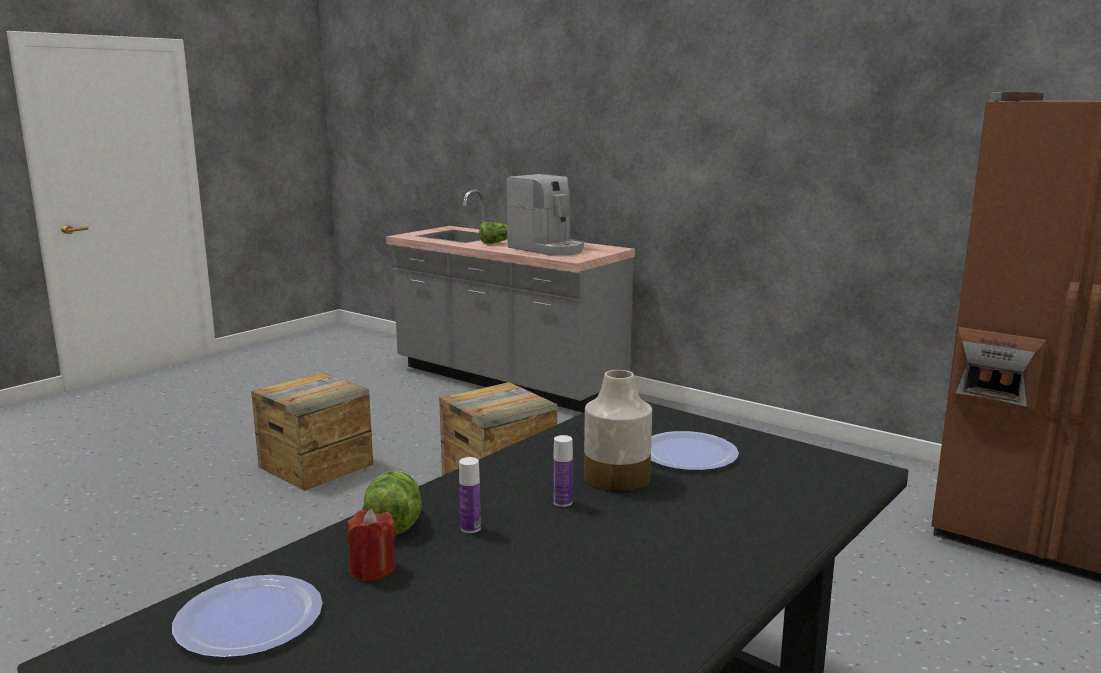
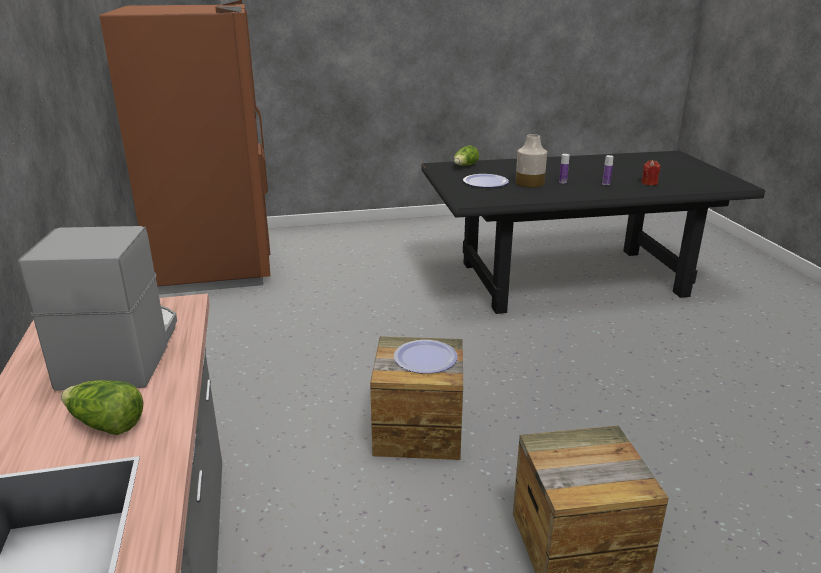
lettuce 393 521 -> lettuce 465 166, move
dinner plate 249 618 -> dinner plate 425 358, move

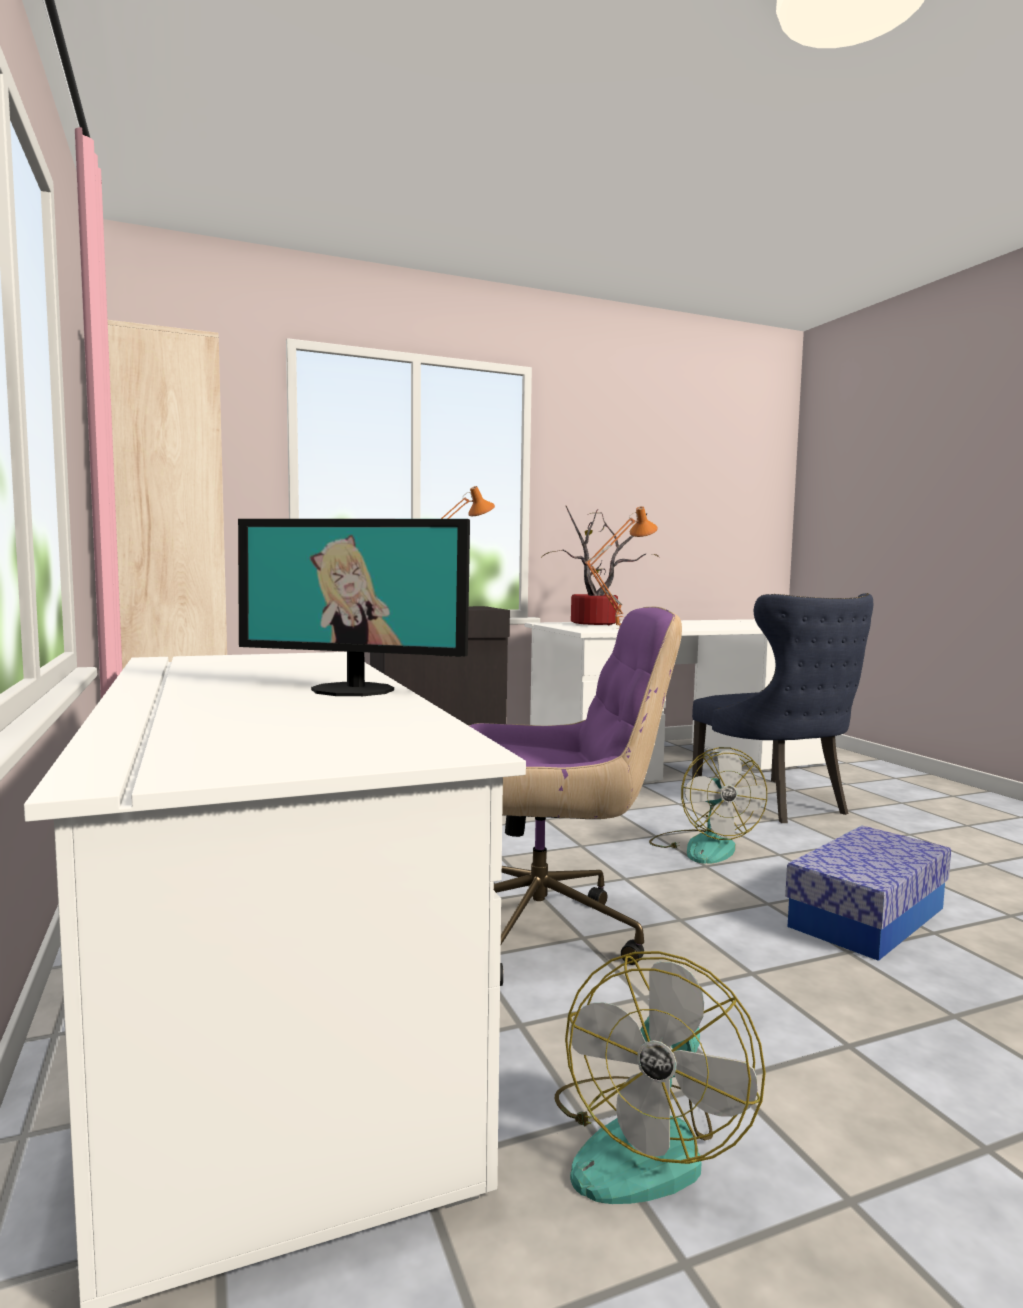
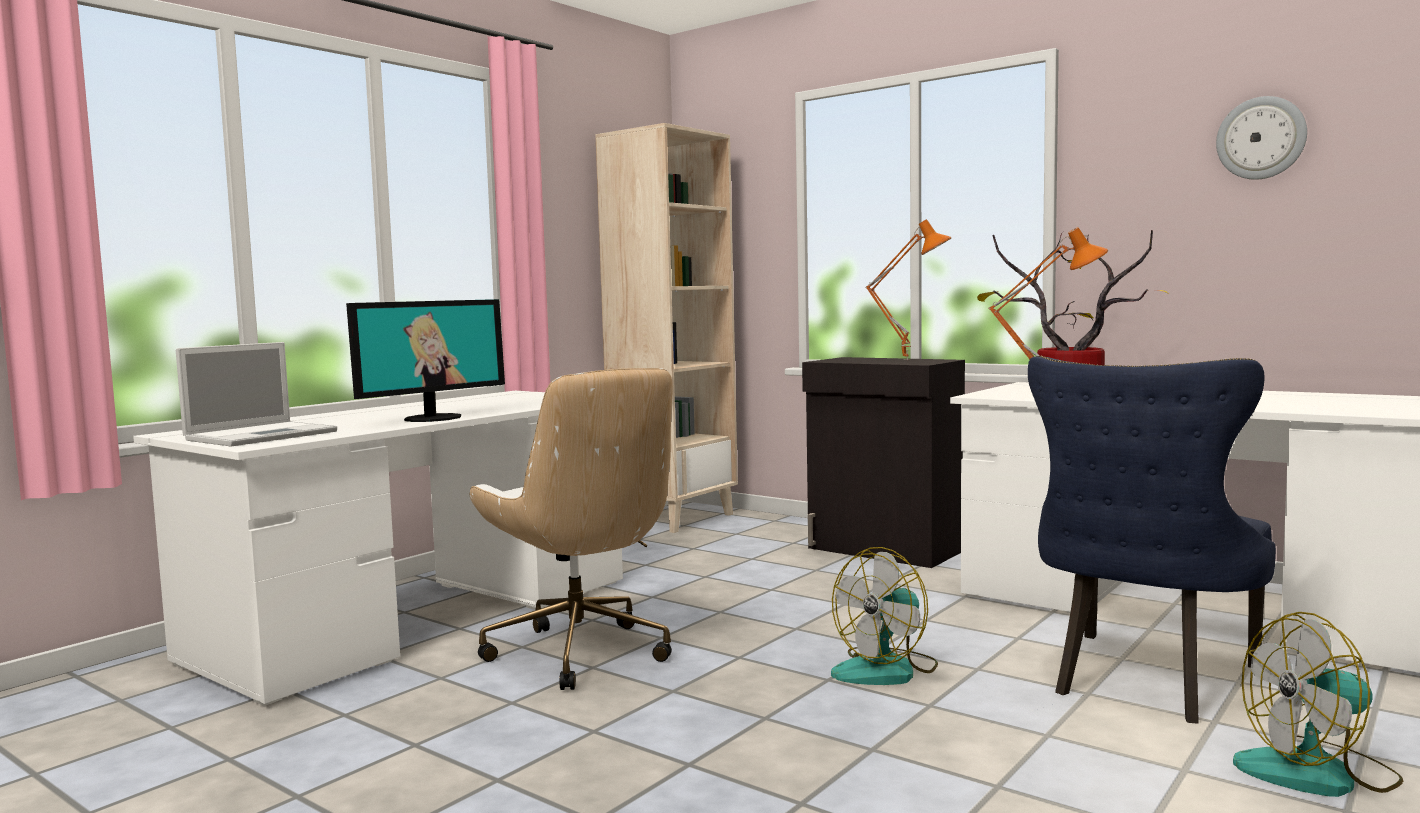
computer screen 354 689 -> computer screen 432 418, 120 degrees counterclockwise
purple desk chair 545 936 -> white desk chair 580 656
storage container 867 917 -> none
cooling fan 645 1142 -> cooling fan 1318 773, move
none -> wall clock 1261 138
none -> laptop 263 435

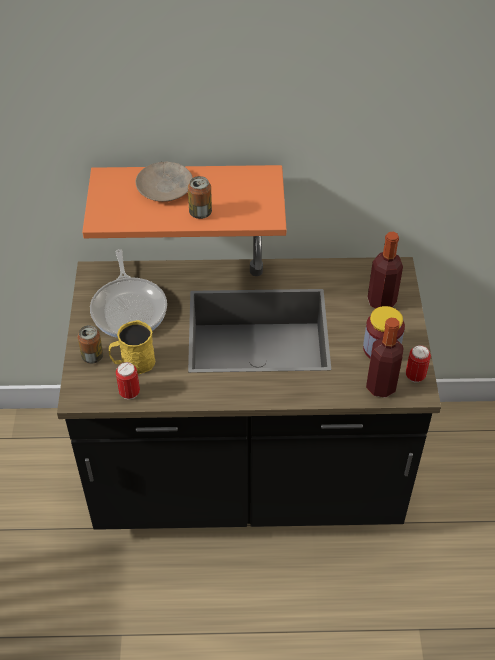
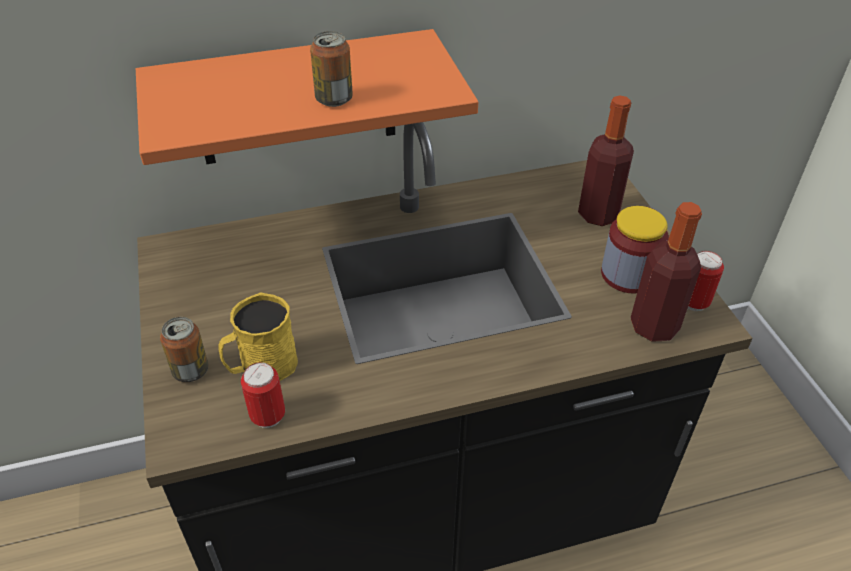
sand-coloured dinner plate 165 187 -> none
pan 129 308 -> none

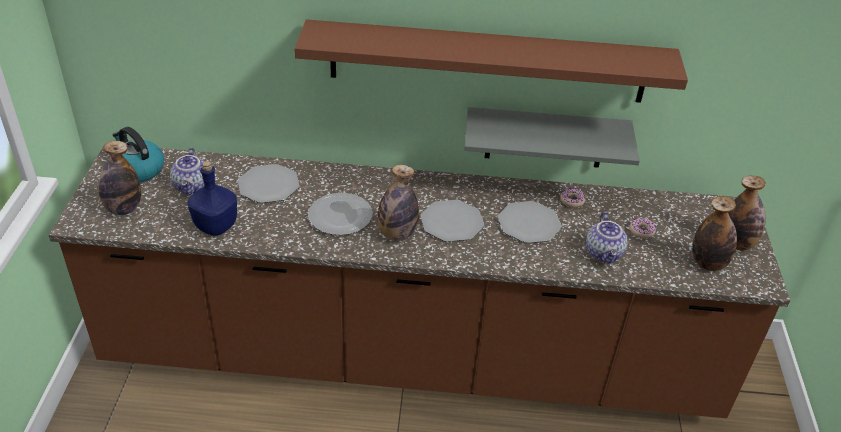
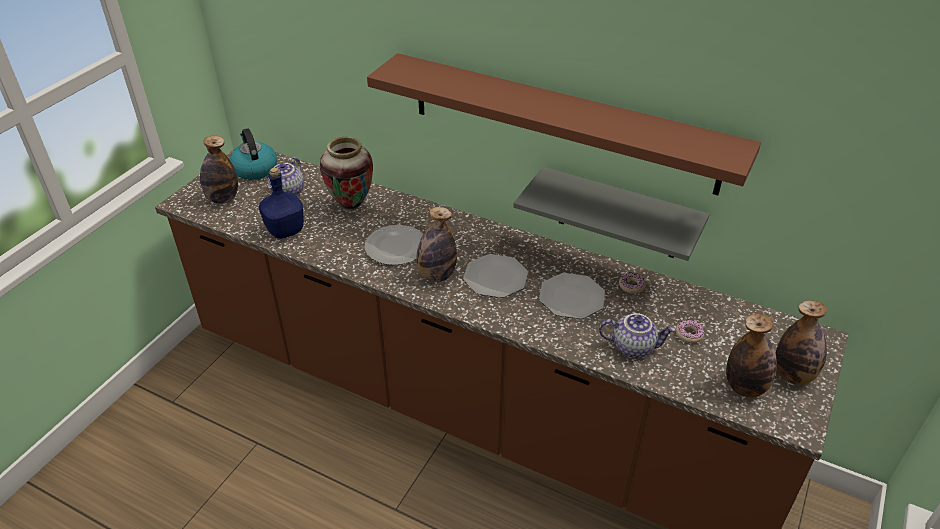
dinner plate 268 185 -> vase 351 205
teapot 604 253 -> teapot 633 346, 105 degrees counterclockwise

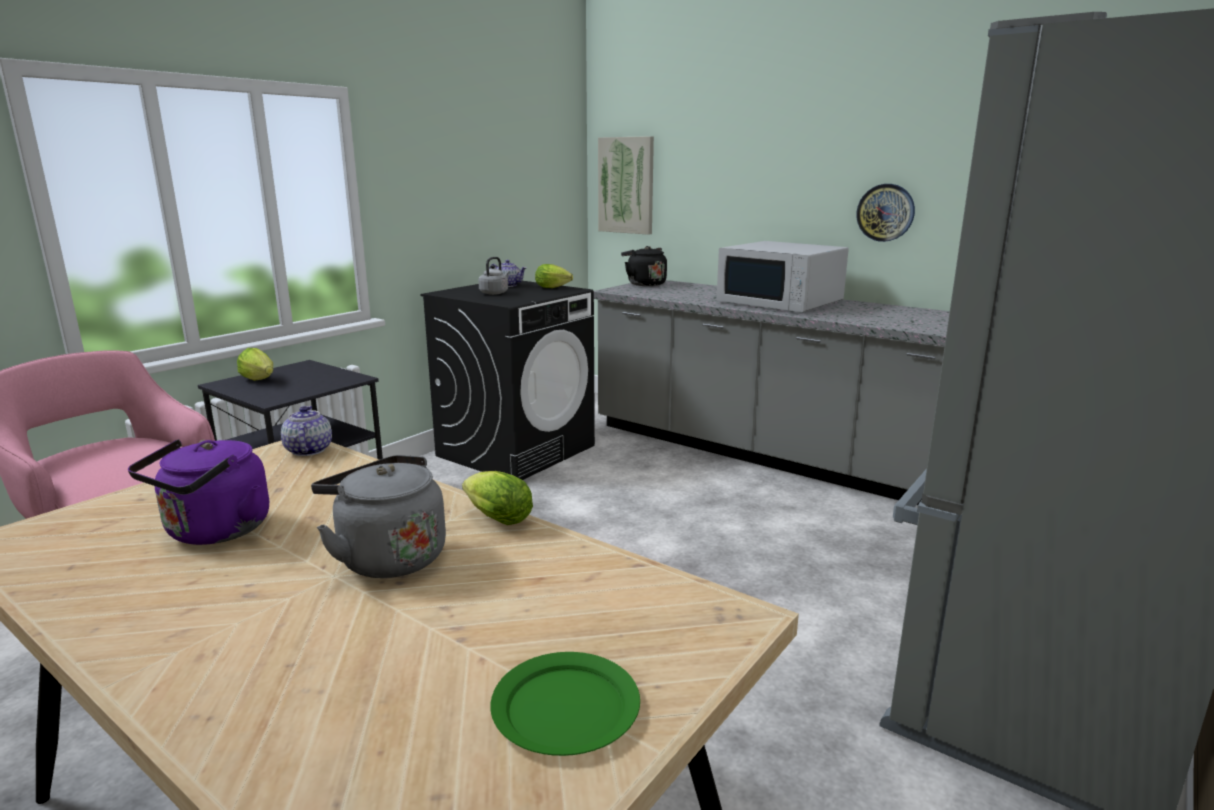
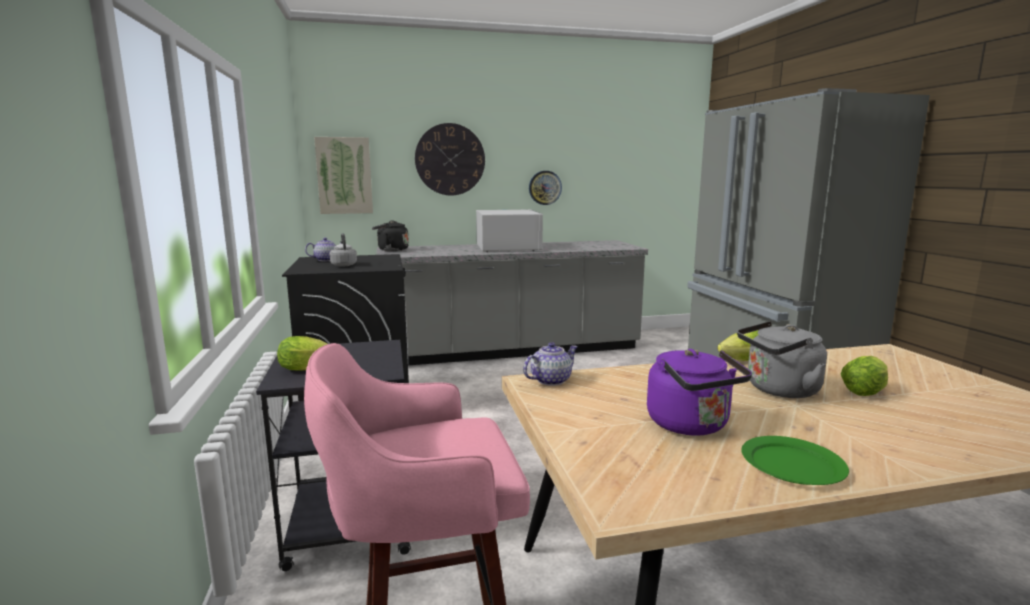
white microwave oven 781 302 -> white microwave oven 508 247, 90 degrees counterclockwise
lettuce 554 288 -> lettuce 865 391, move
teapot 308 450 -> teapot 550 380, 120 degrees clockwise
green dinner plate 564 708 -> green dinner plate 792 465, move
none -> wall clock 450 159

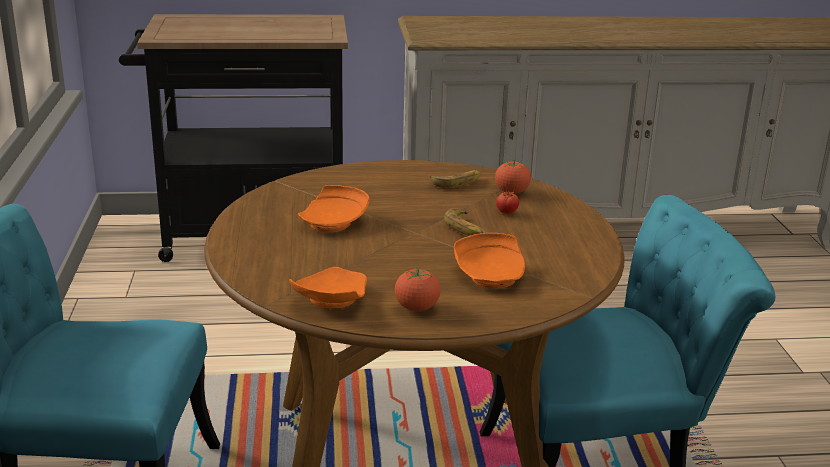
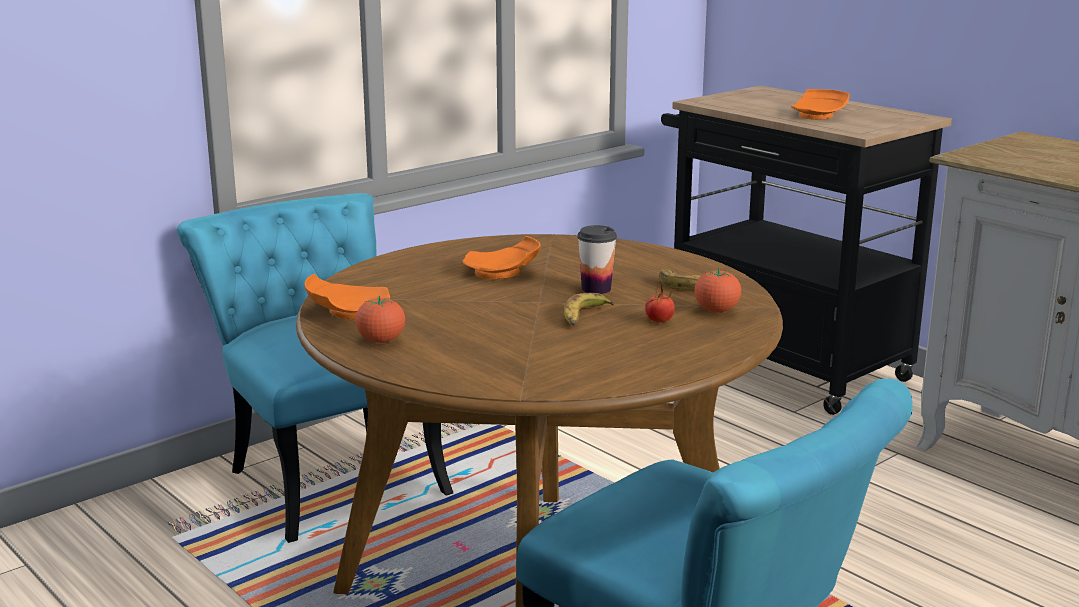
orange dinner plate 491 275 -> orange dinner plate 818 116, move
none -> drinking cup 596 289

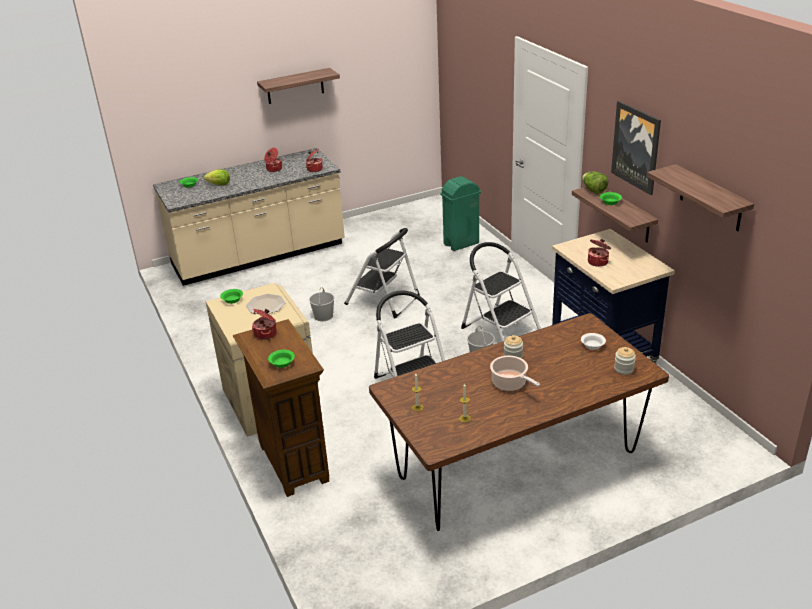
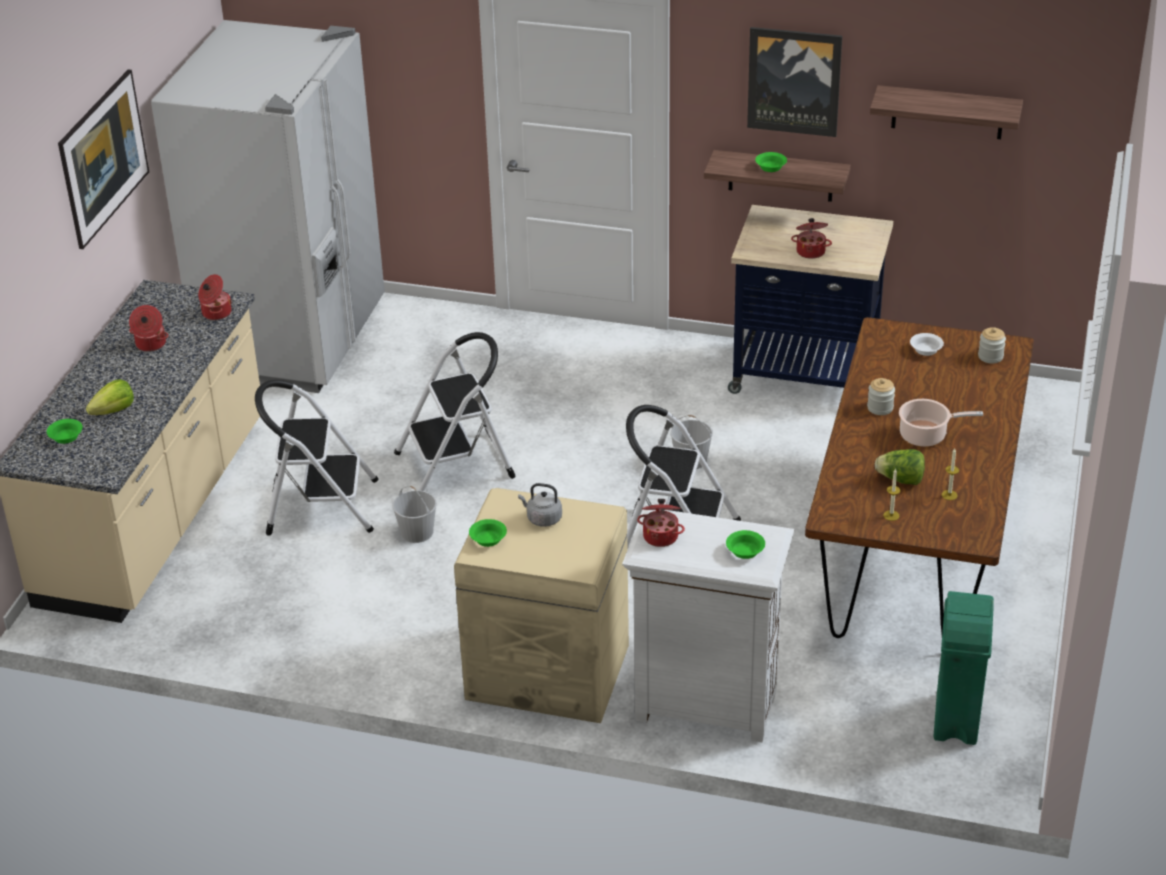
shelf 295 86 -> picture 108 183
lettuce 593 190 -> lettuce 900 480, move
green trash can 460 243 -> green trash can 955 719, move
step stool 499 329 -> step stool 318 507, move
dinner plate 265 305 -> grey water kettle 542 518
brownish storage cabinet 292 463 -> white storage cabinet 703 709
none -> white fridge 295 337

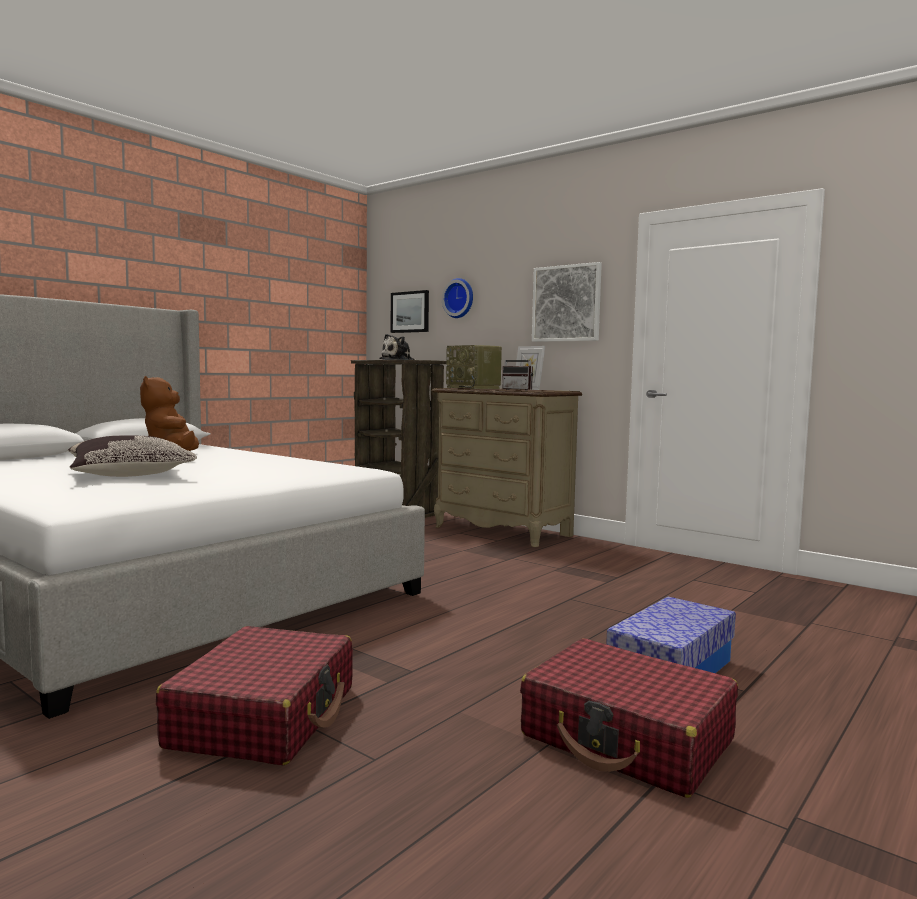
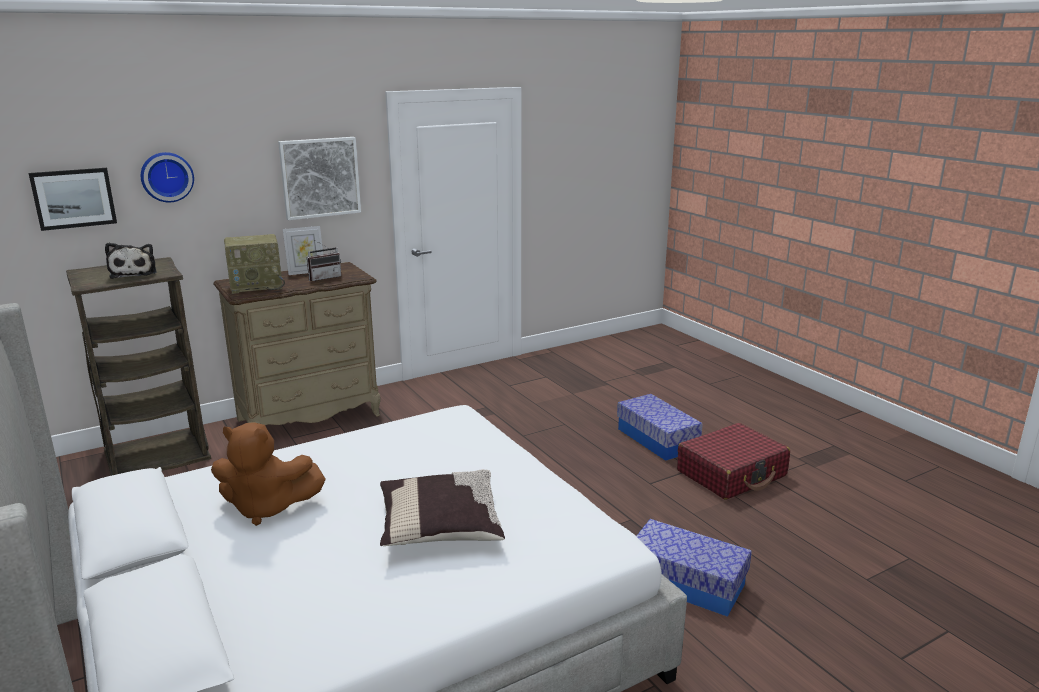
red piece of luggage 265 716 -> storage container 685 582

